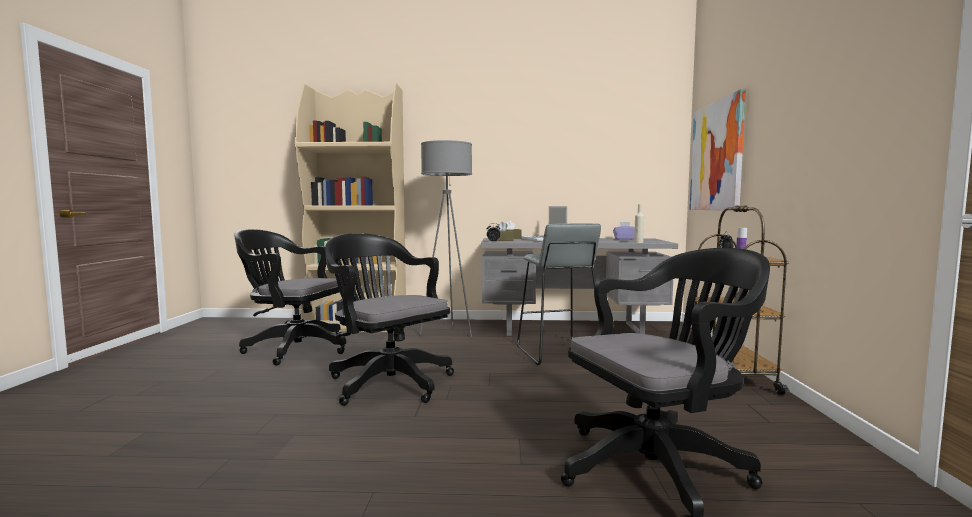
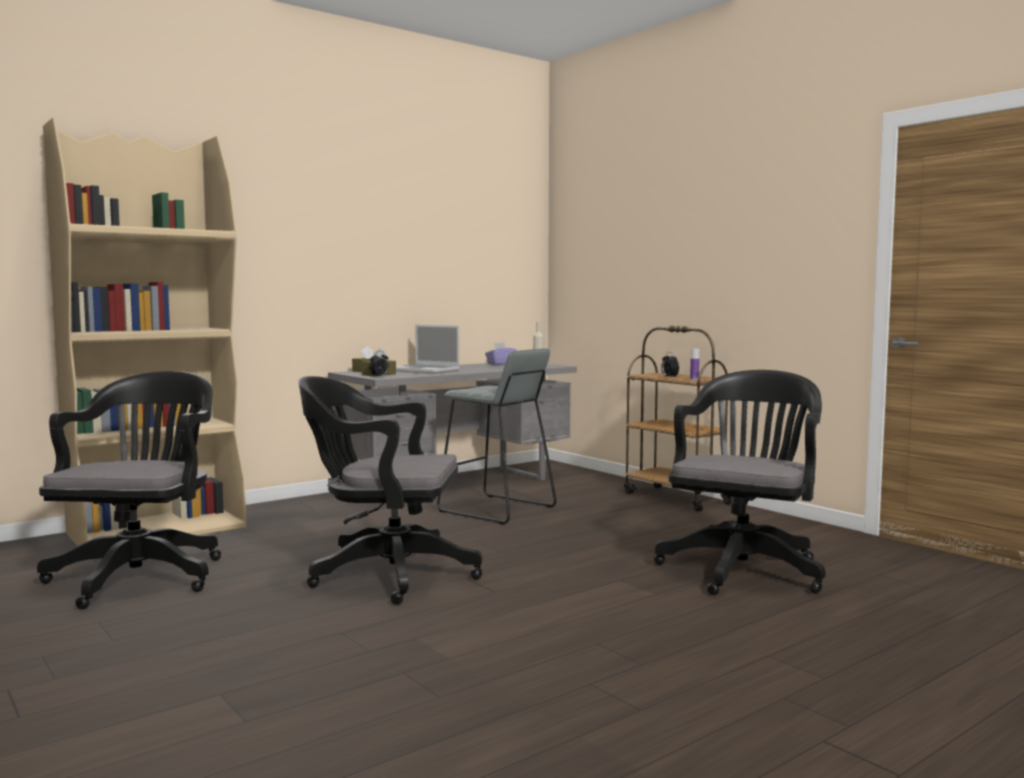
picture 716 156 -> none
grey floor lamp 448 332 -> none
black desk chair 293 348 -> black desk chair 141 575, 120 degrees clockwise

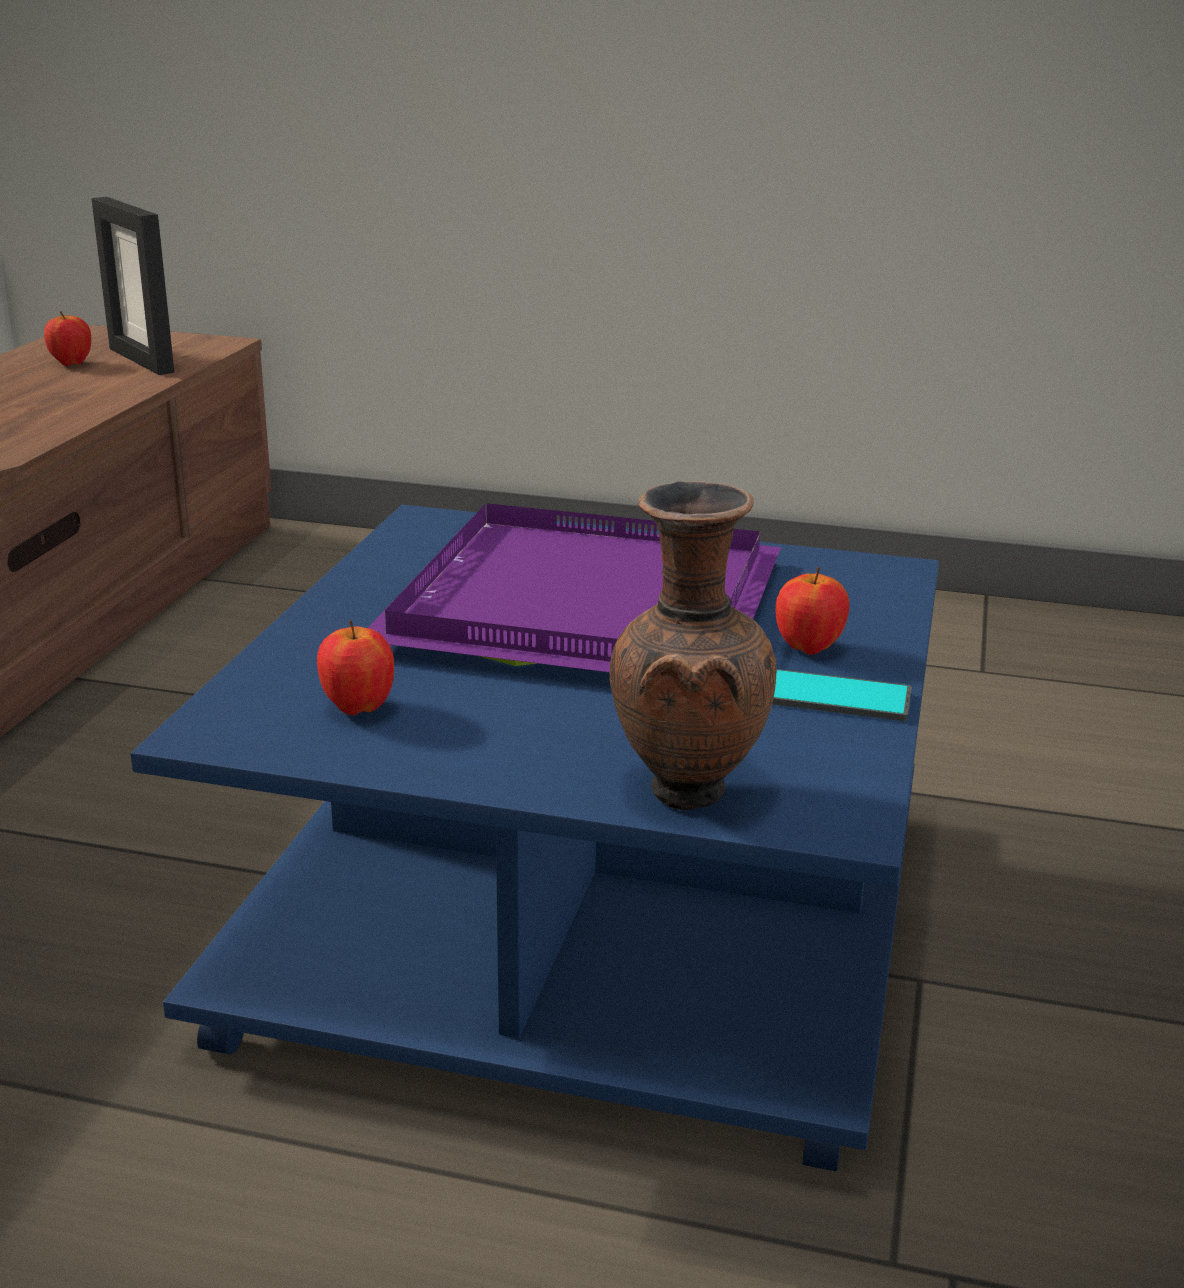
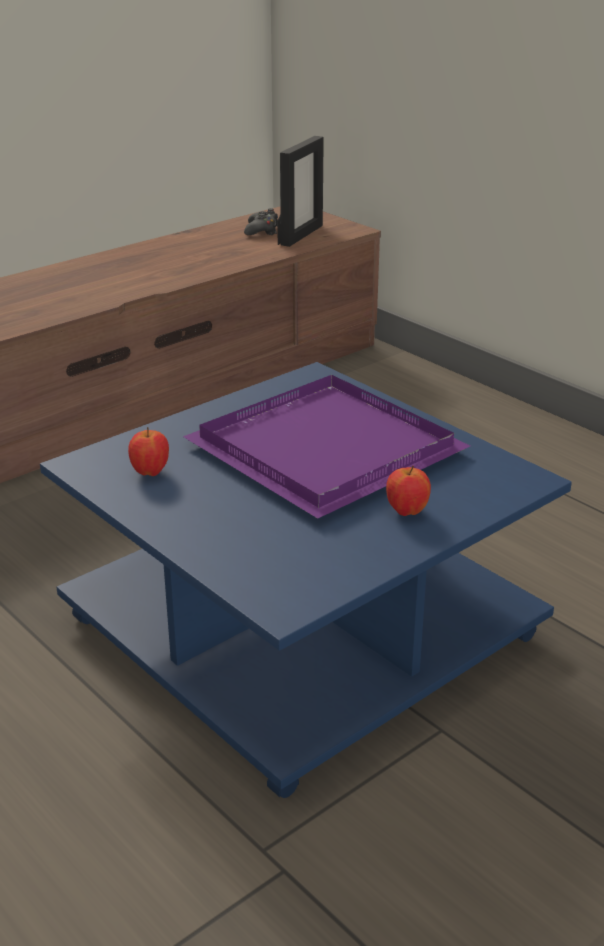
photo frame 143 360 -> photo frame 300 235, 150 degrees counterclockwise
apple fruit 71 363 -> black gamepad 262 230
brownish vase 683 790 -> none
telephone 839 697 -> none

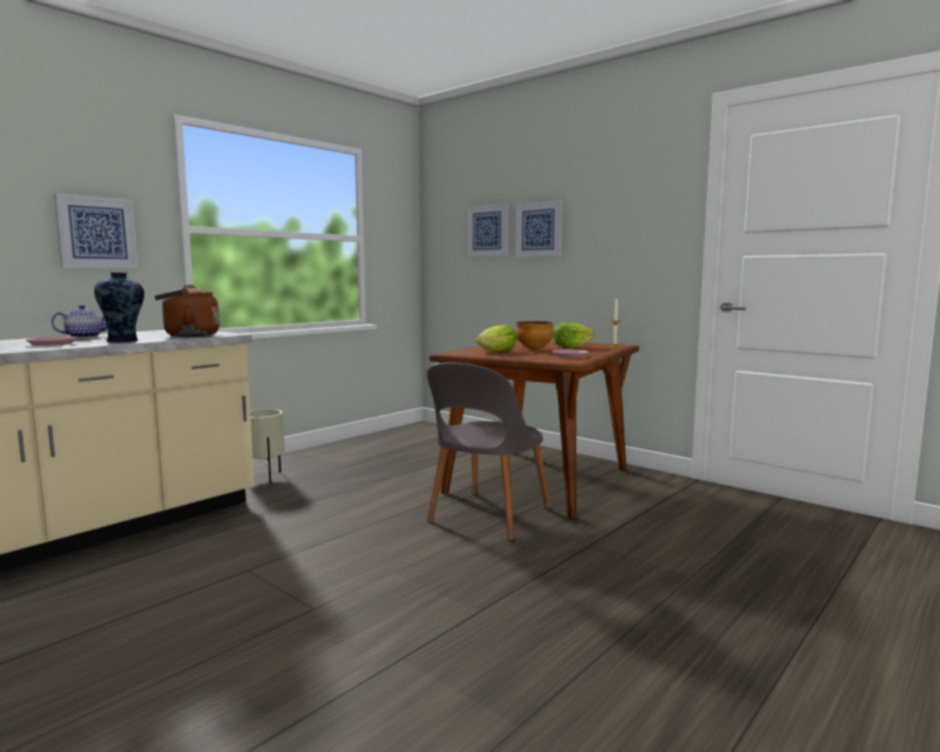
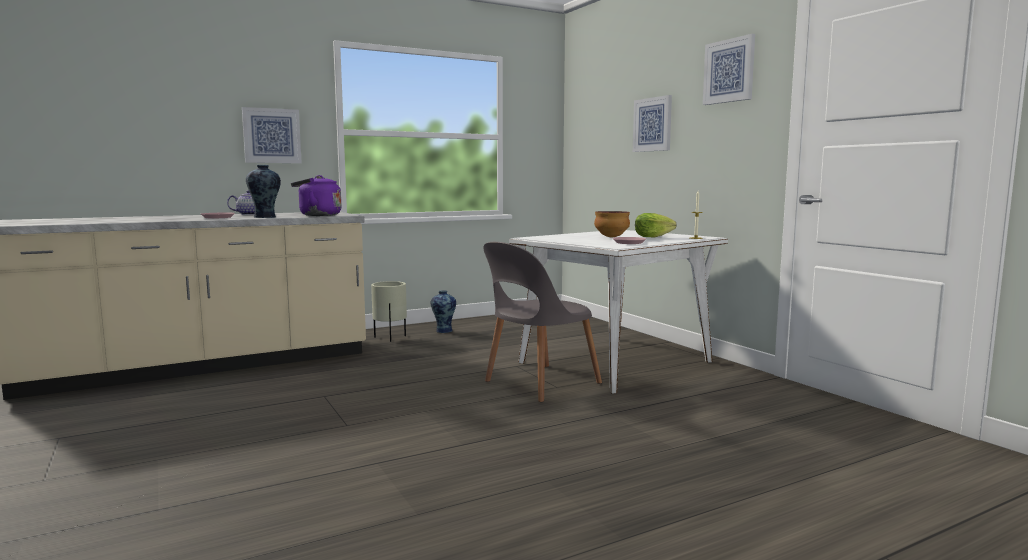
picture 488 230 -> picture 729 71, move
brownish water kettle 188 336 -> purple water kettle 317 215
lettuce 497 351 -> none
brownish dining table 538 480 -> white dining table 615 362
none -> vase 443 331

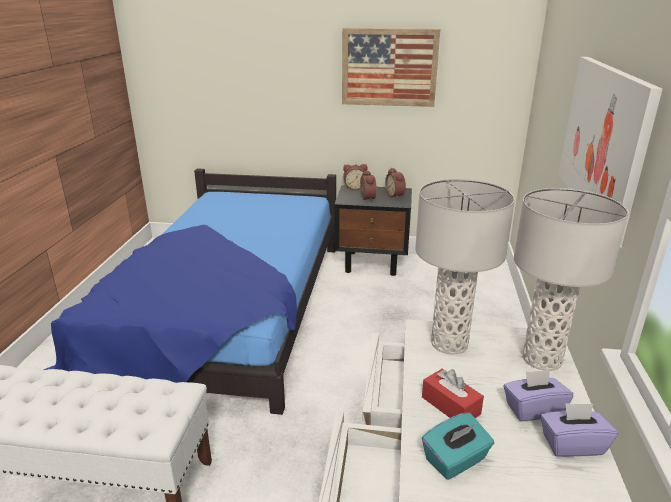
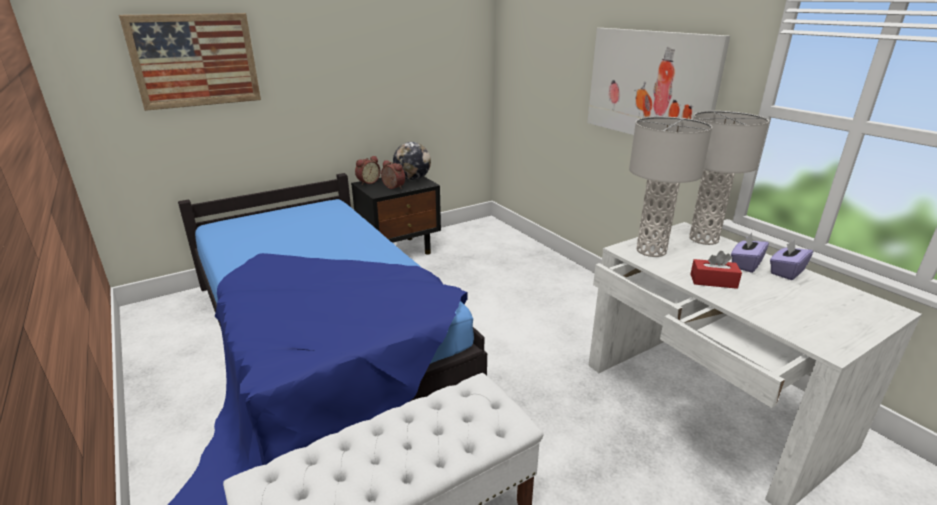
picture 389 67 -> picture 195 60, move
alarm clock 396 195 -> desk globe 412 179
turquoise-coloured tissue box 456 460 -> none

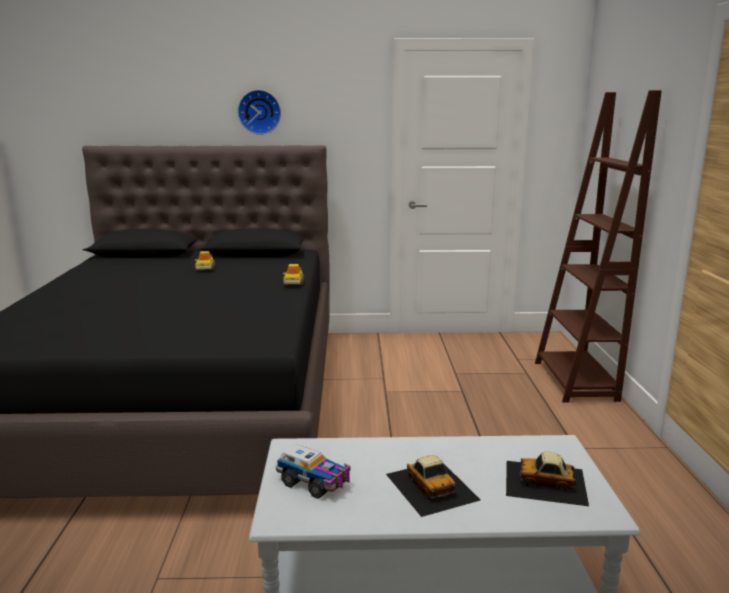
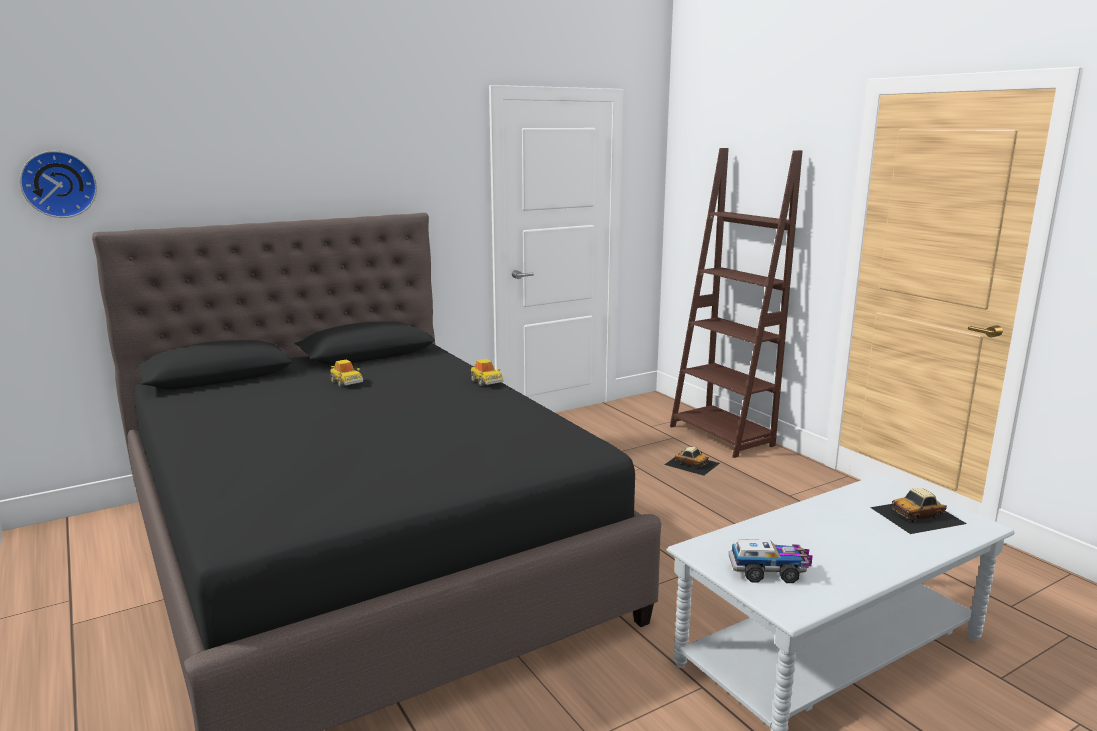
wall clock 259 112 -> wall clock 59 184, move
model car 431 486 -> model car 692 463, move

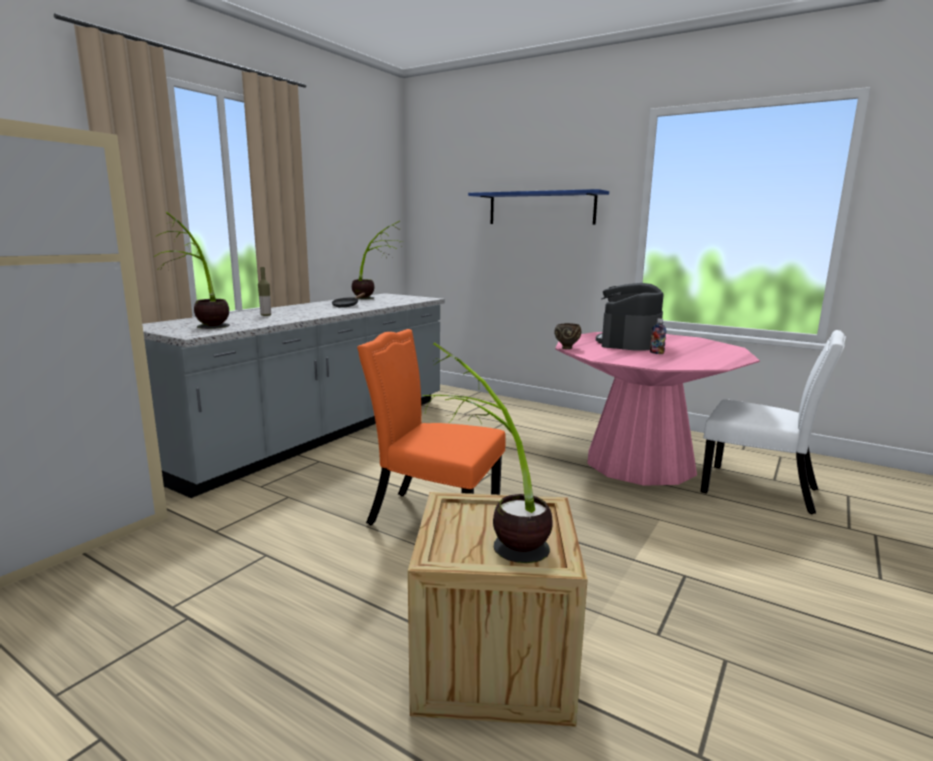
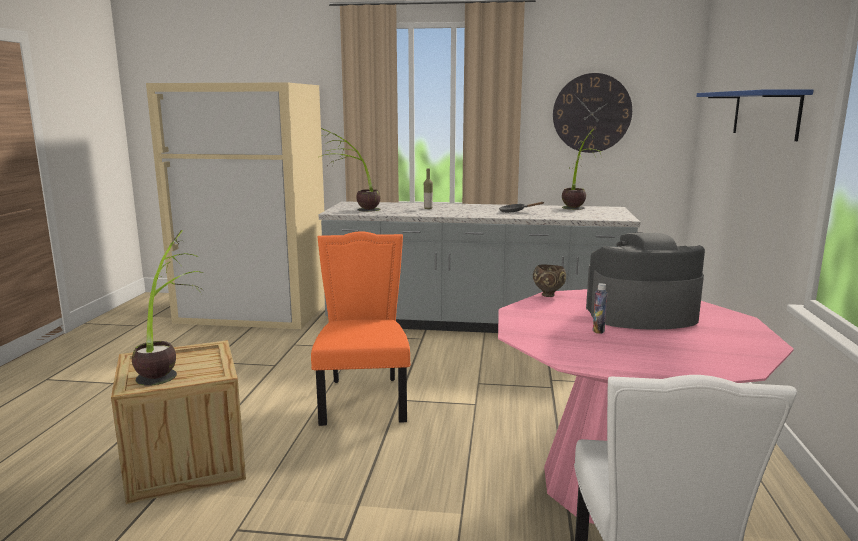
none -> wall clock 592 113

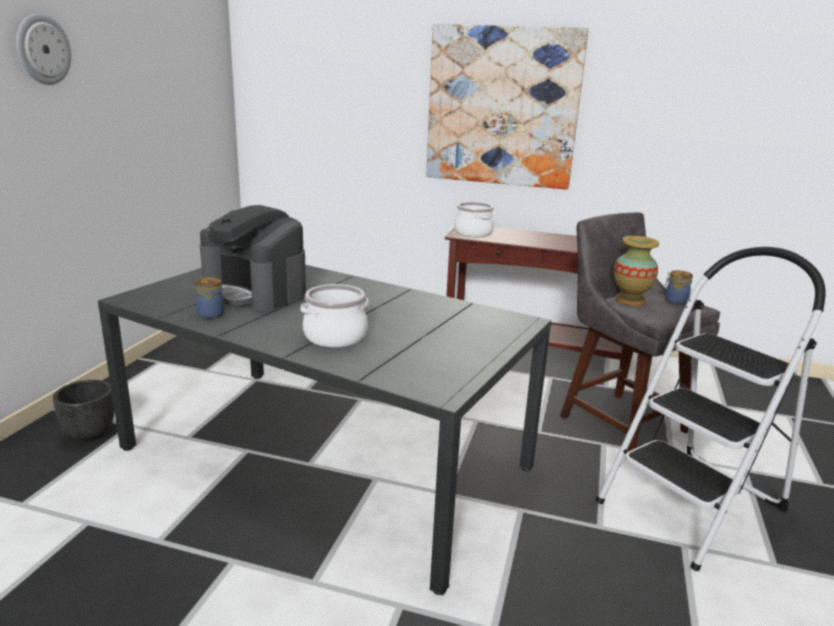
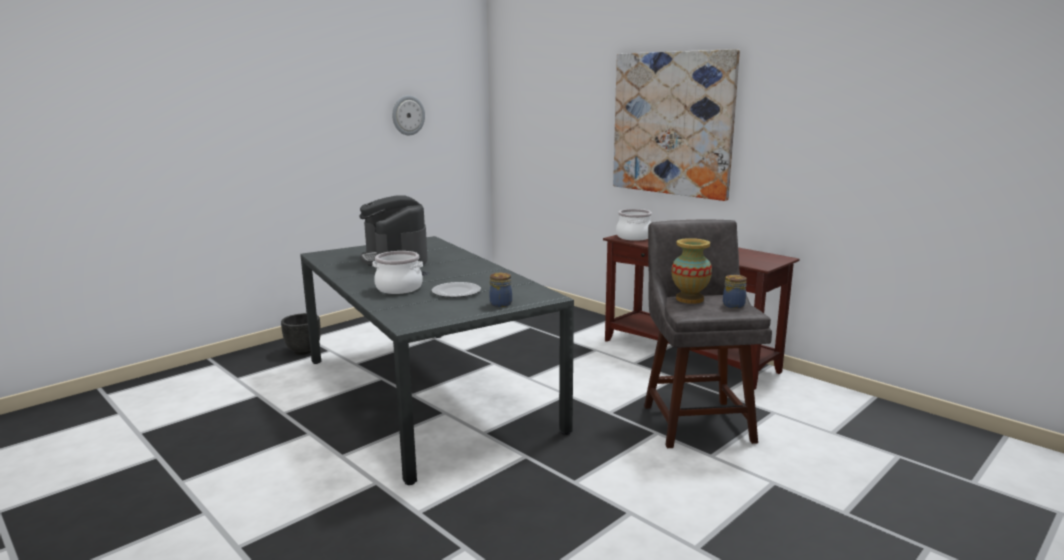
wall clock 43 49 -> wall clock 408 115, move
step stool 696 506 -> none
storage jar 211 314 -> storage jar 501 303, move
none -> dinner plate 456 292

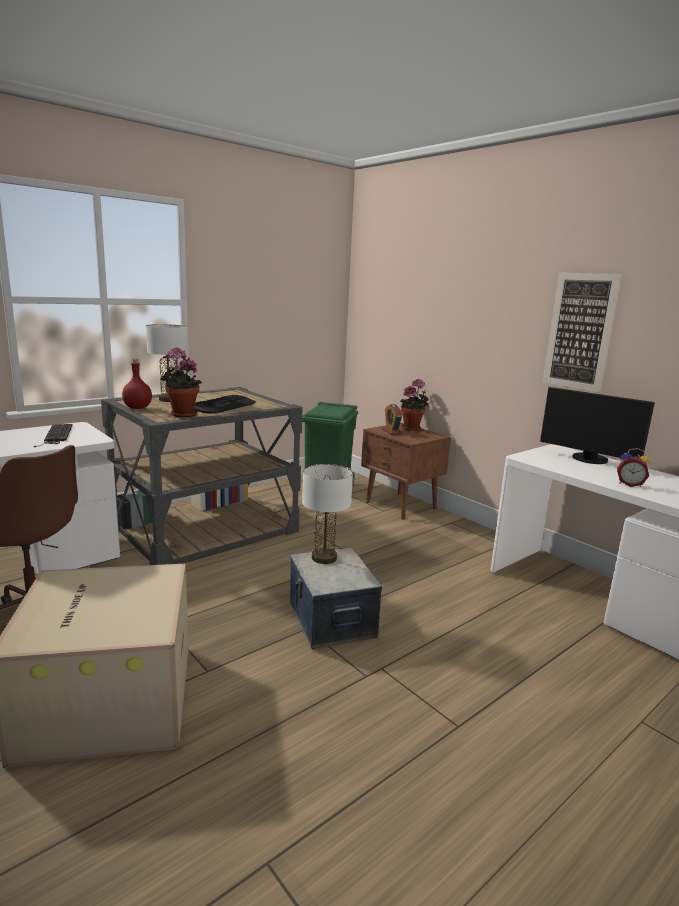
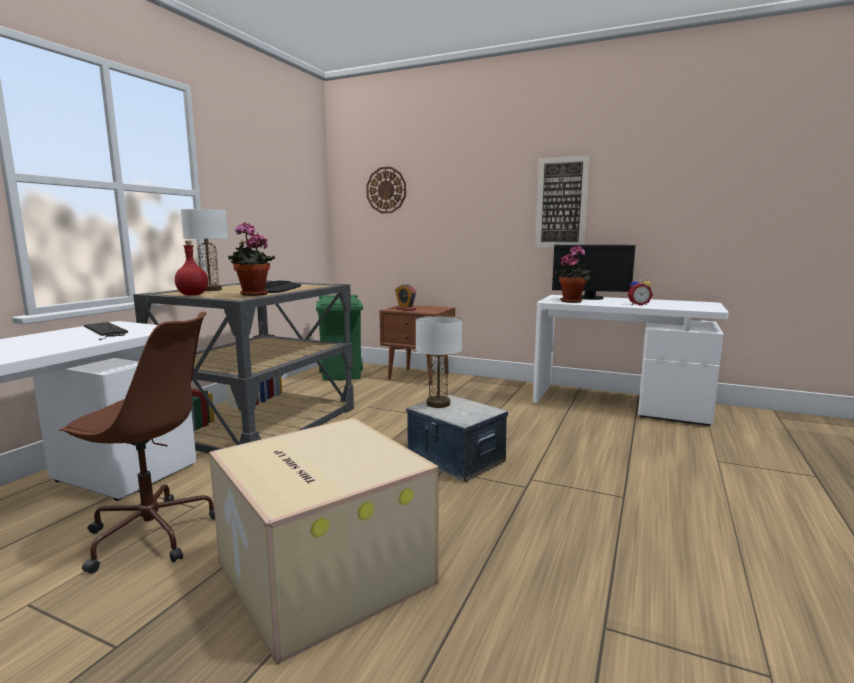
houseplant 412 428 -> houseplant 572 301, move
none -> wall clock 386 190

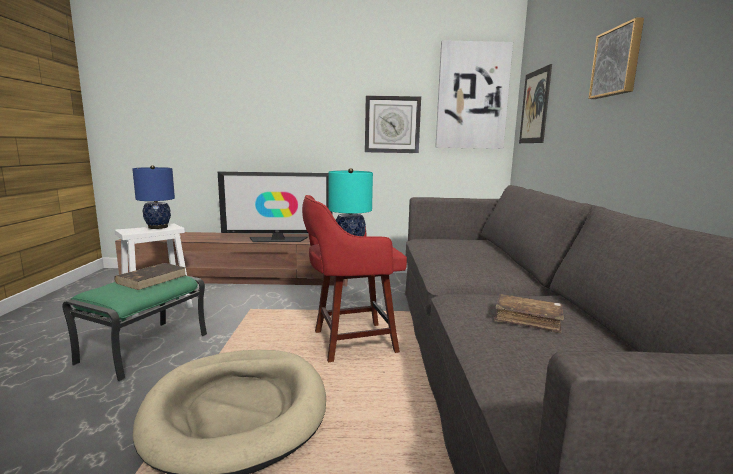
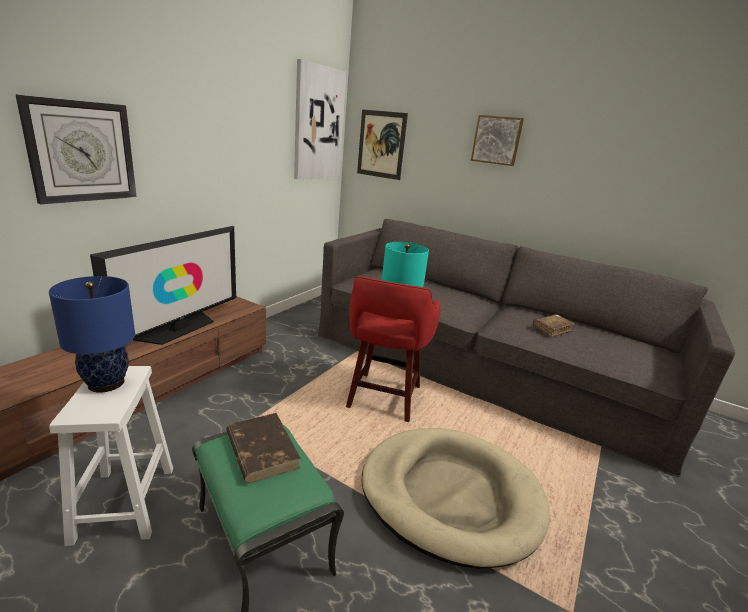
wall clock 392 124 -> wall clock 82 151, move

